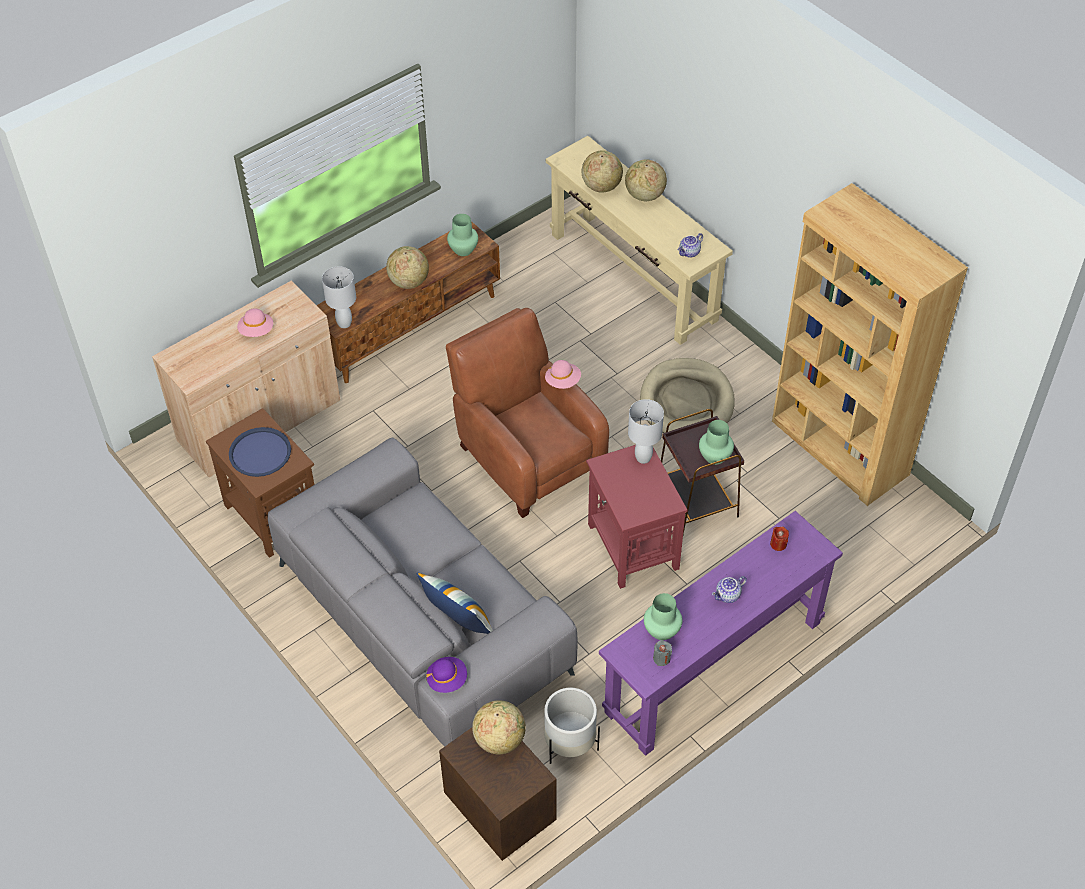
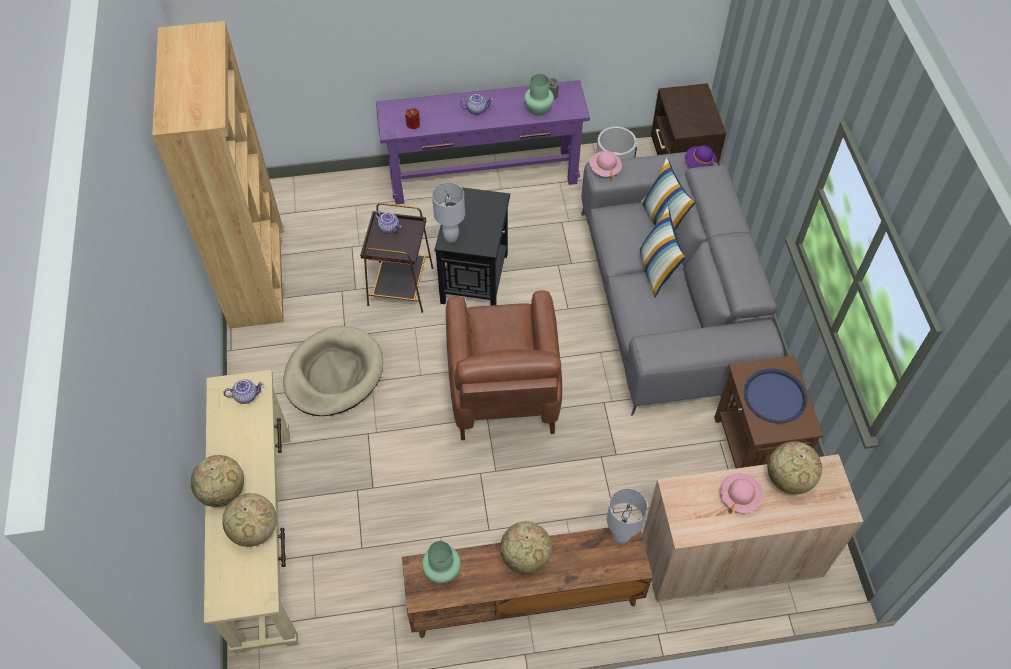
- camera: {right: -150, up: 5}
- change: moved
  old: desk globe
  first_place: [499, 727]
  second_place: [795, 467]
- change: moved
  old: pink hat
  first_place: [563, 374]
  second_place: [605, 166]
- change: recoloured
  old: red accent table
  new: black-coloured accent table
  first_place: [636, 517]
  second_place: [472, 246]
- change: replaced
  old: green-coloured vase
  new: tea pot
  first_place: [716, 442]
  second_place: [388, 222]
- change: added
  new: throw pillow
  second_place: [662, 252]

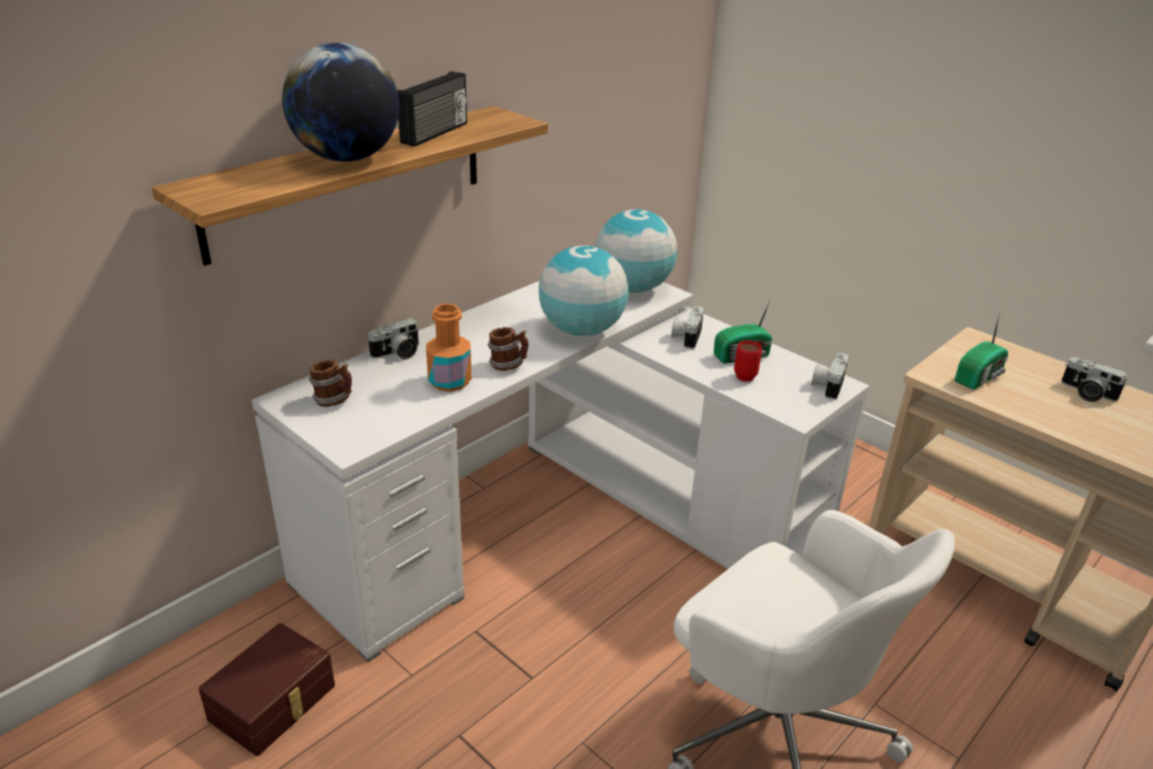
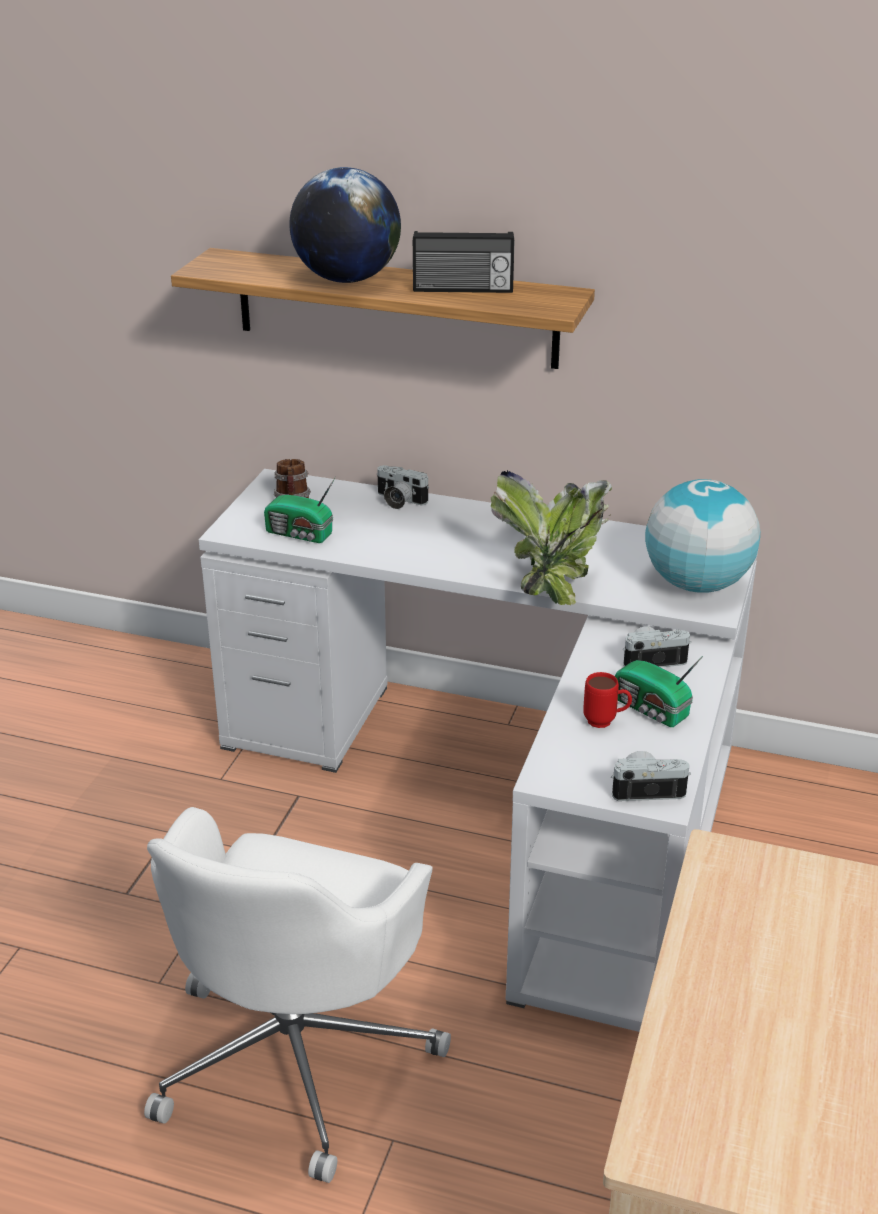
- camera: {right: 65, up: 0}
- change: removed
  old: brown-coloured storage bin
  first_place: [267, 689]
- change: removed
  old: orangey drink bottle
  first_place: [449, 347]
- change: removed
  old: coffee mug
  first_place: [508, 349]
- change: replaced
  old: desk globe
  new: potted plant
  first_place: [584, 290]
  second_place: [551, 537]
- change: moved
  old: radio set
  first_place: [981, 351]
  second_place: [299, 510]
- change: removed
  old: photo camera
  first_place: [1094, 379]

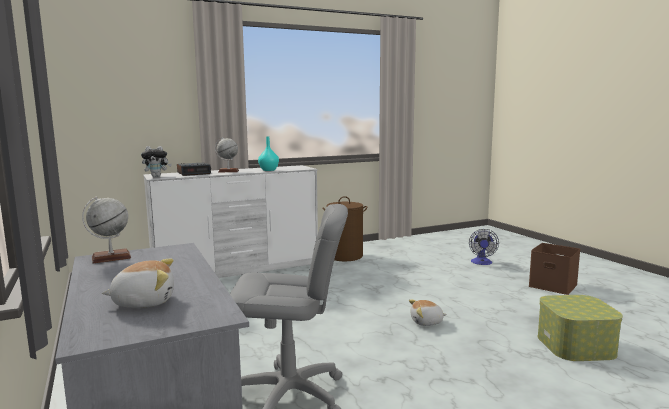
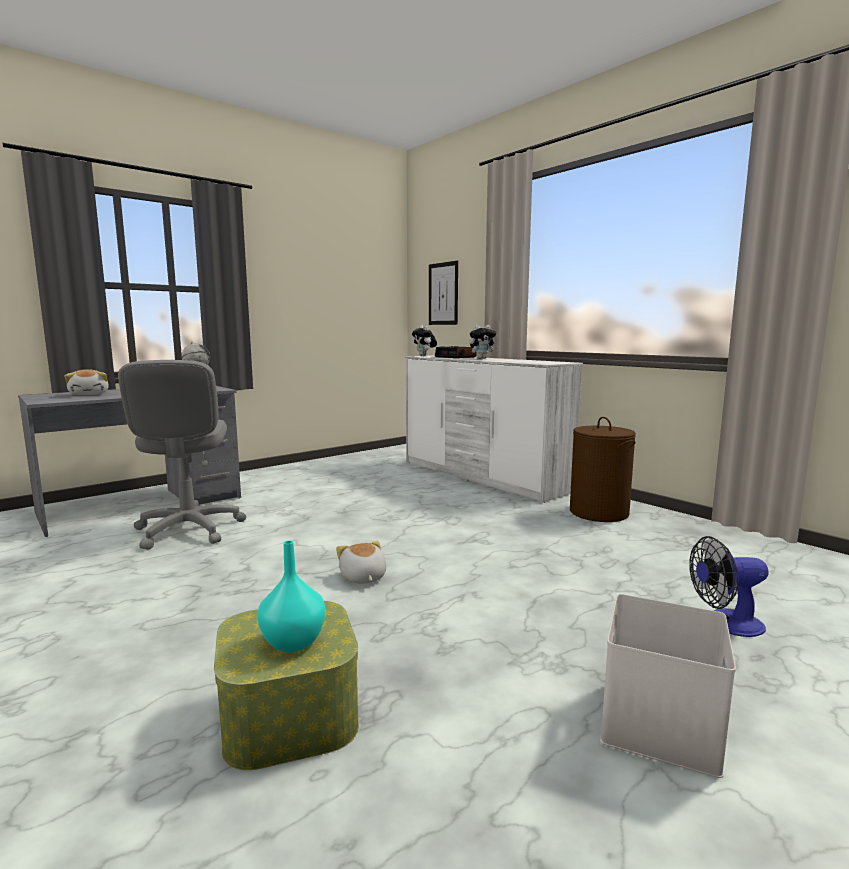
- camera: {right: 75, up: 0}
- change: replaced
  old: desk globe
  new: soft toy
  first_place: [227, 155]
  second_place: [483, 342]
- change: moved
  old: turquoise vase
  first_place: [268, 153]
  second_place: [292, 597]
- change: recoloured
  old: brown-coloured storage bin
  new: white storage bin
  first_place: [554, 269]
  second_place: [668, 686]
- change: added
  new: wall art
  second_place: [443, 293]

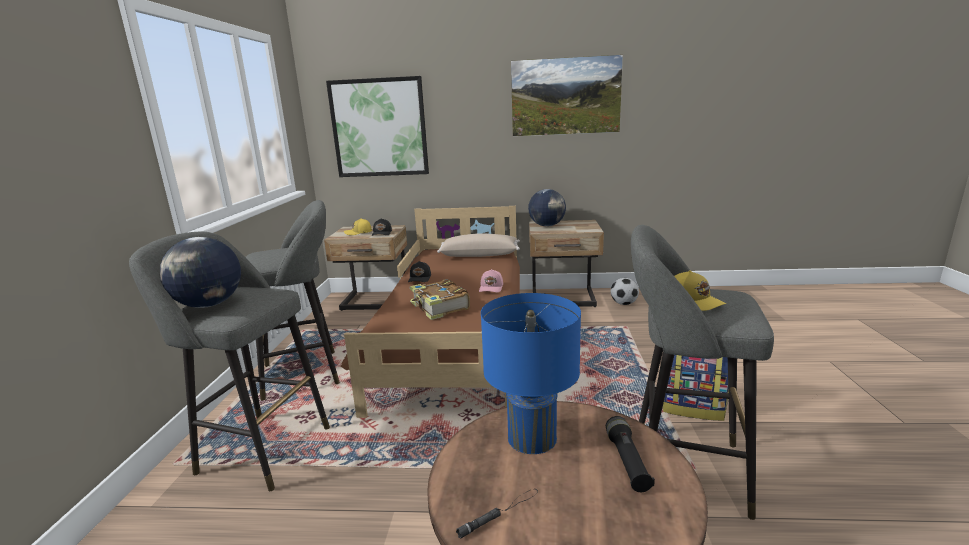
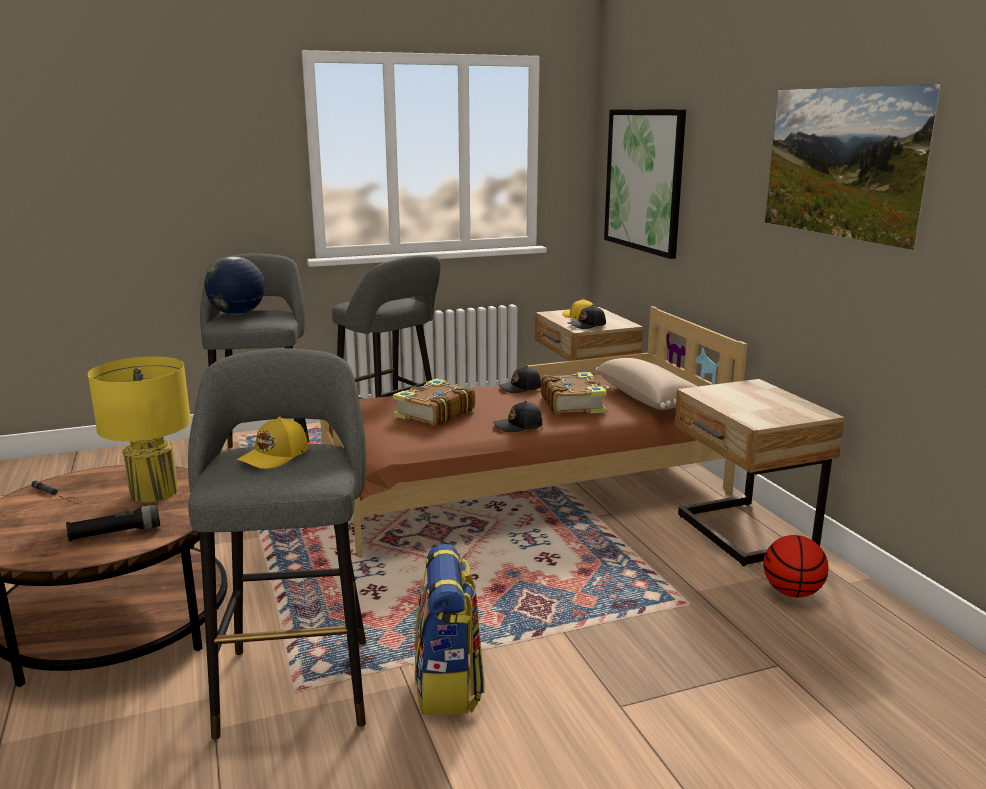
- camera: {right: 65, up: 0}
- change: recoloured
  old: pink peaked cap
  new: black-coloured peaked cap
  first_place: [491, 280]
  second_place: [518, 416]
- change: recoloured
  old: bluish lamp for a table
  new: yellow-coloured lamp for a table
  first_place: [531, 373]
  second_place: [139, 429]
- change: removed
  old: desk globe
  first_place: [547, 208]
- change: replaced
  old: football ball
  new: basketball ball
  first_place: [625, 291]
  second_place: [796, 566]
- change: added
  new: volume
  second_place: [575, 393]

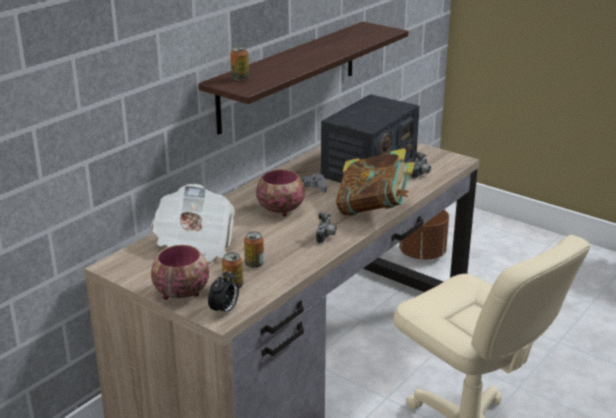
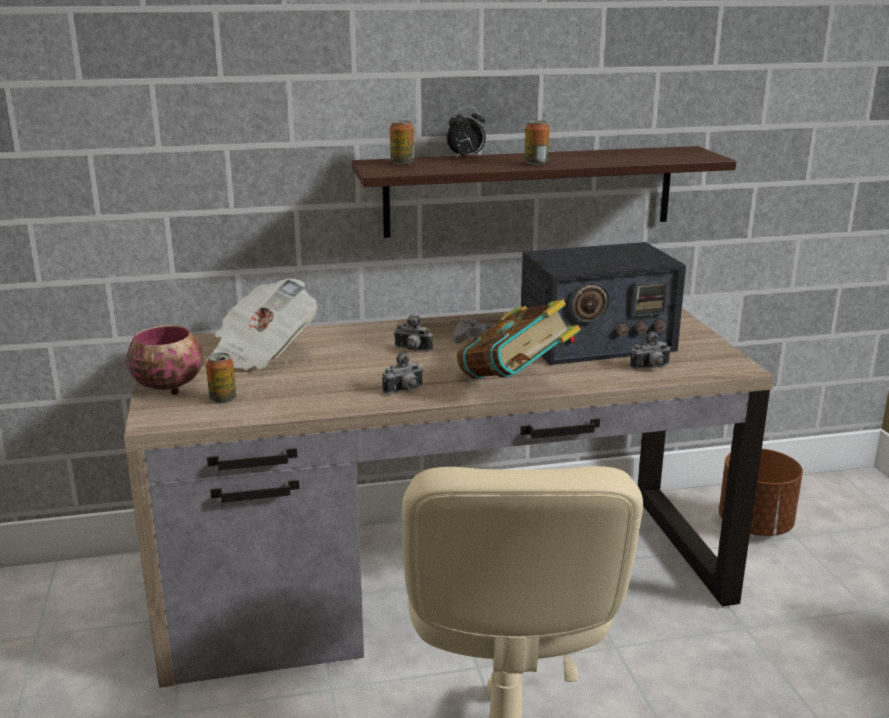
- camera: {right: 40, up: -5}
- change: moved
  old: alarm clock
  first_place: [223, 292]
  second_place: [466, 132]
- change: moved
  old: sealed can
  first_place: [254, 249]
  second_place: [537, 142]
- change: replaced
  old: deep dish
  new: photo camera
  first_place: [280, 193]
  second_place: [413, 333]

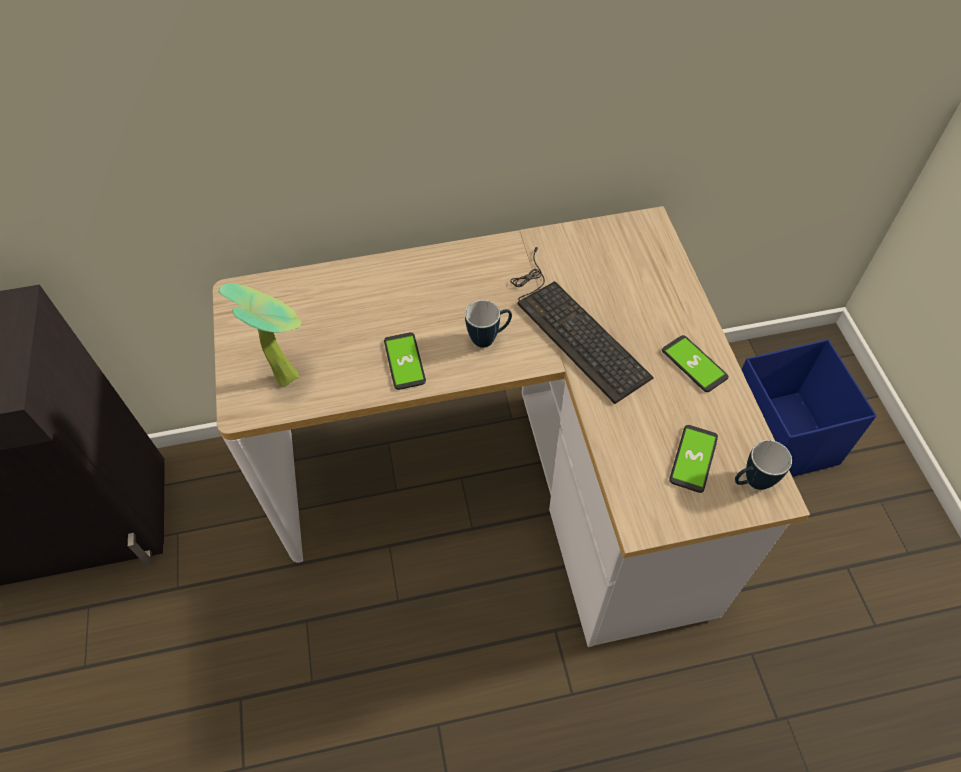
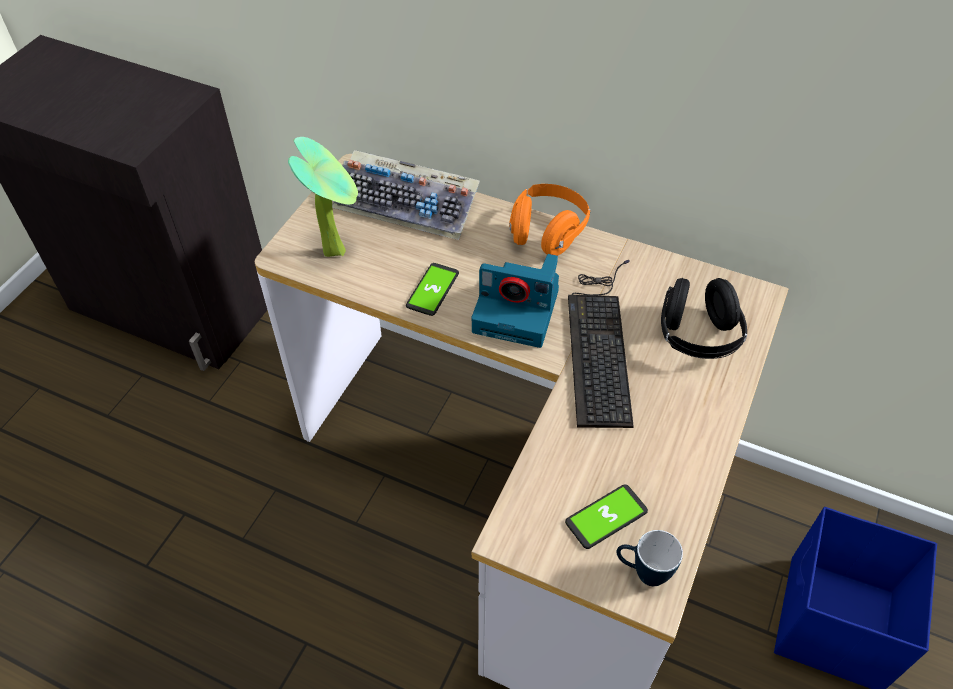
- camera: {right: 35, up: -5}
- change: replaced
  old: coffee mug
  new: photo camera
  first_place: [488, 324]
  second_place: [515, 301]
- change: removed
  old: phone
  first_place: [695, 363]
- change: added
  new: computer keyboard
  second_place: [406, 195]
- change: added
  new: orangey headphones
  second_place: [549, 220]
- change: added
  new: black-coloured headphones
  second_place: [704, 318]

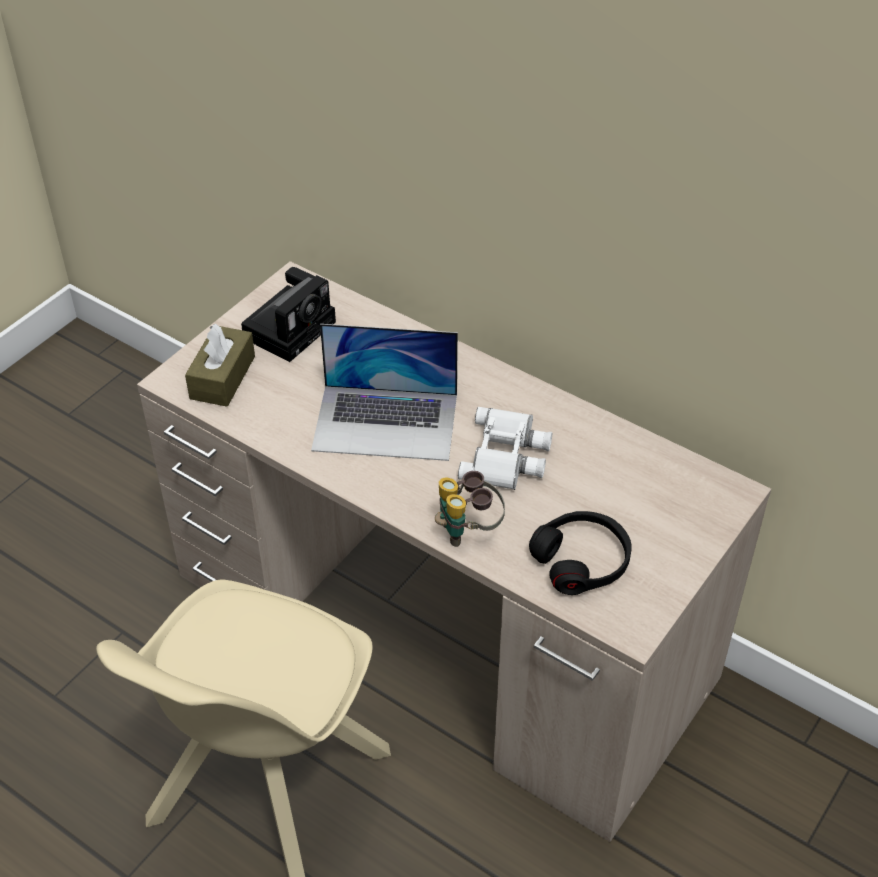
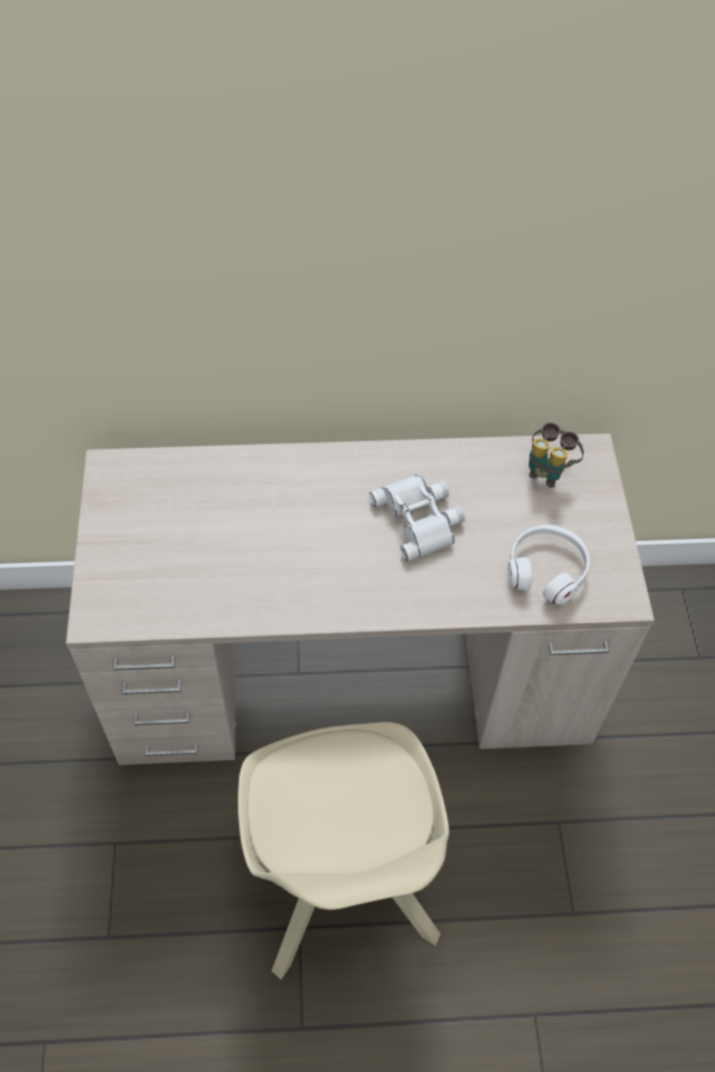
- camera: {right: -40, up: 10}
- change: removed
  old: brown-coloured box of tissues
  first_place: [220, 365]
- change: removed
  old: photo camera
  first_place: [288, 314]
- change: removed
  old: notebook computer
  first_place: [384, 392]
- change: moved
  old: pair of binoculars
  first_place: [470, 509]
  second_place: [556, 455]
- change: recoloured
  old: black-coloured headphones
  new: white headphones
  first_place: [580, 553]
  second_place: [549, 564]

